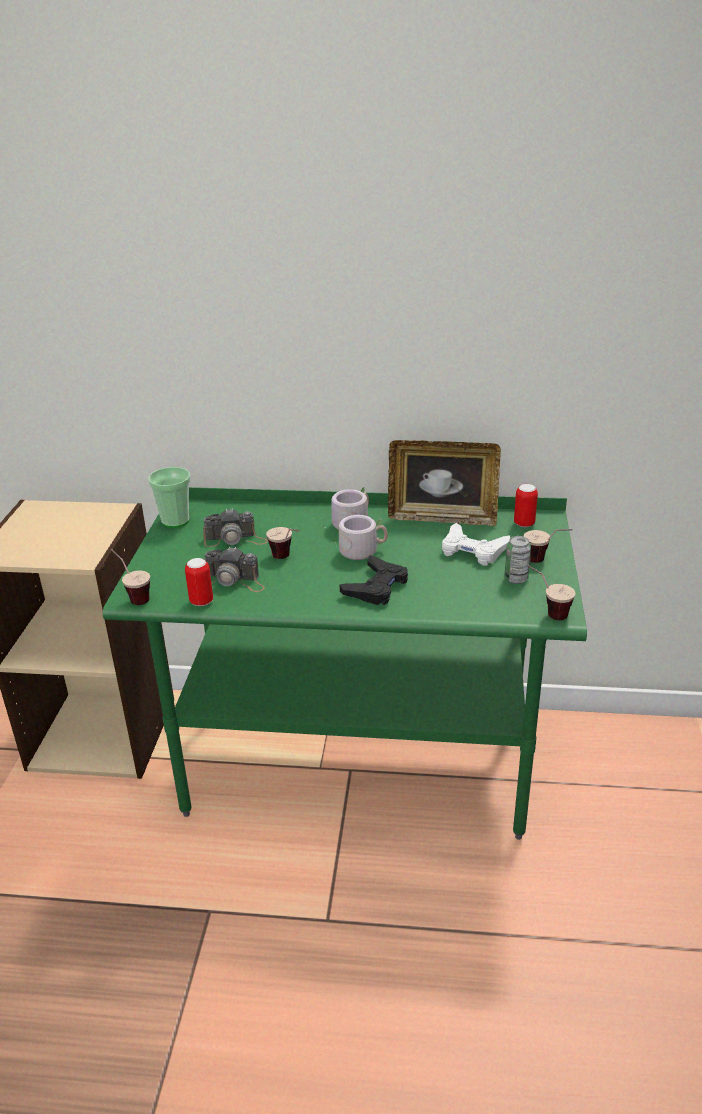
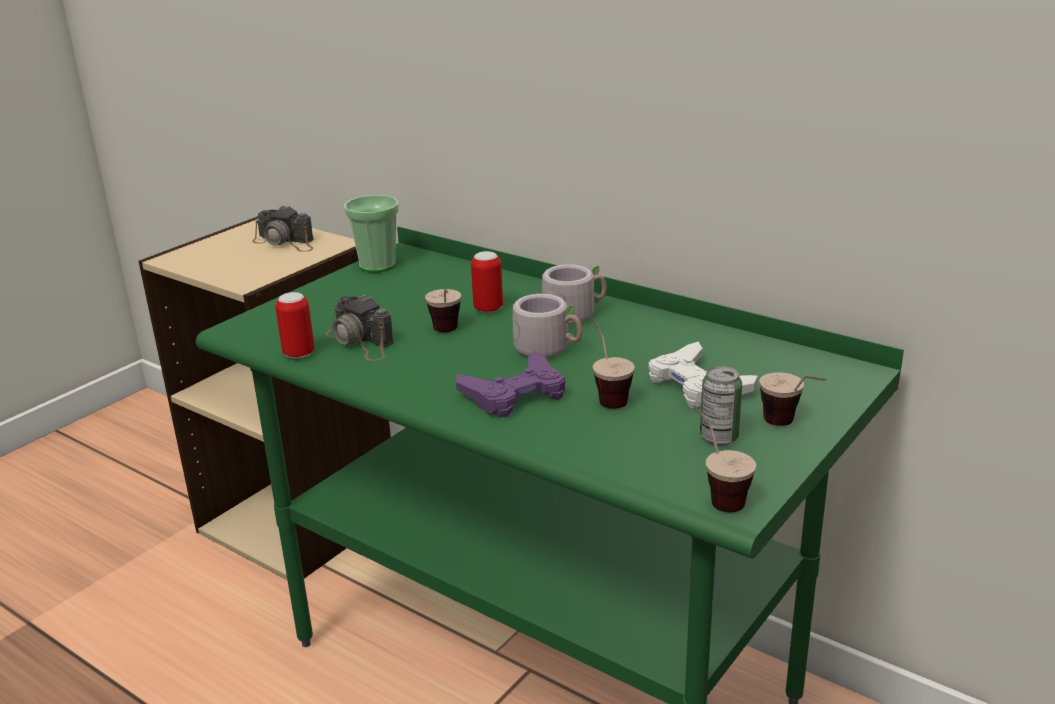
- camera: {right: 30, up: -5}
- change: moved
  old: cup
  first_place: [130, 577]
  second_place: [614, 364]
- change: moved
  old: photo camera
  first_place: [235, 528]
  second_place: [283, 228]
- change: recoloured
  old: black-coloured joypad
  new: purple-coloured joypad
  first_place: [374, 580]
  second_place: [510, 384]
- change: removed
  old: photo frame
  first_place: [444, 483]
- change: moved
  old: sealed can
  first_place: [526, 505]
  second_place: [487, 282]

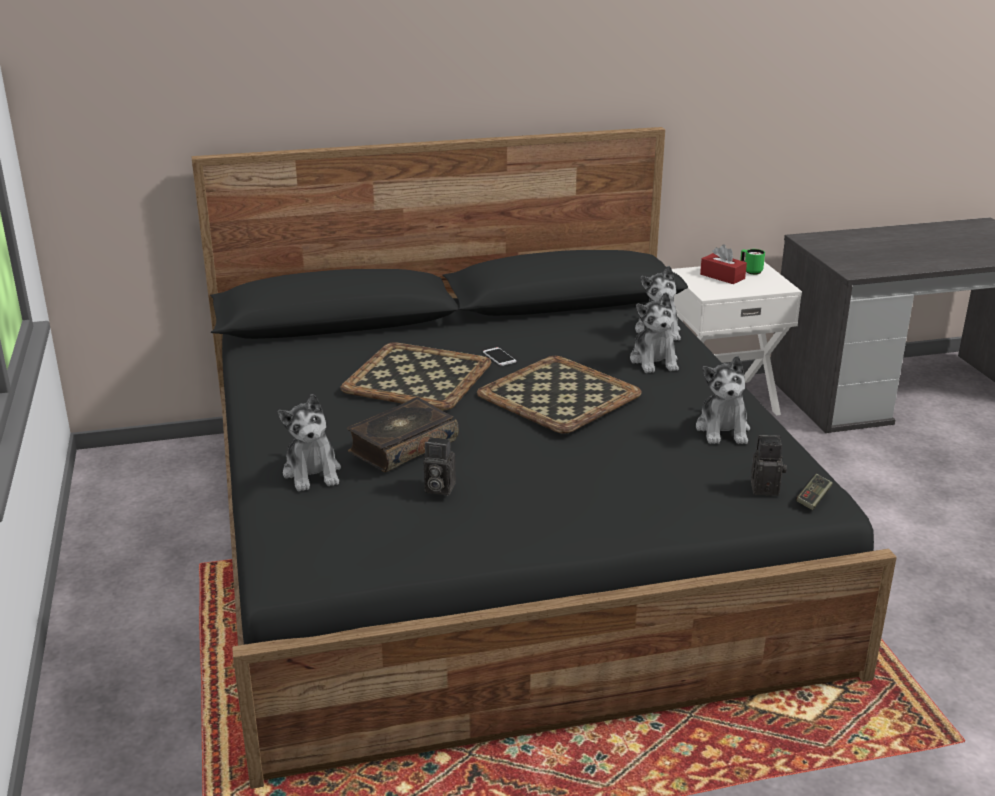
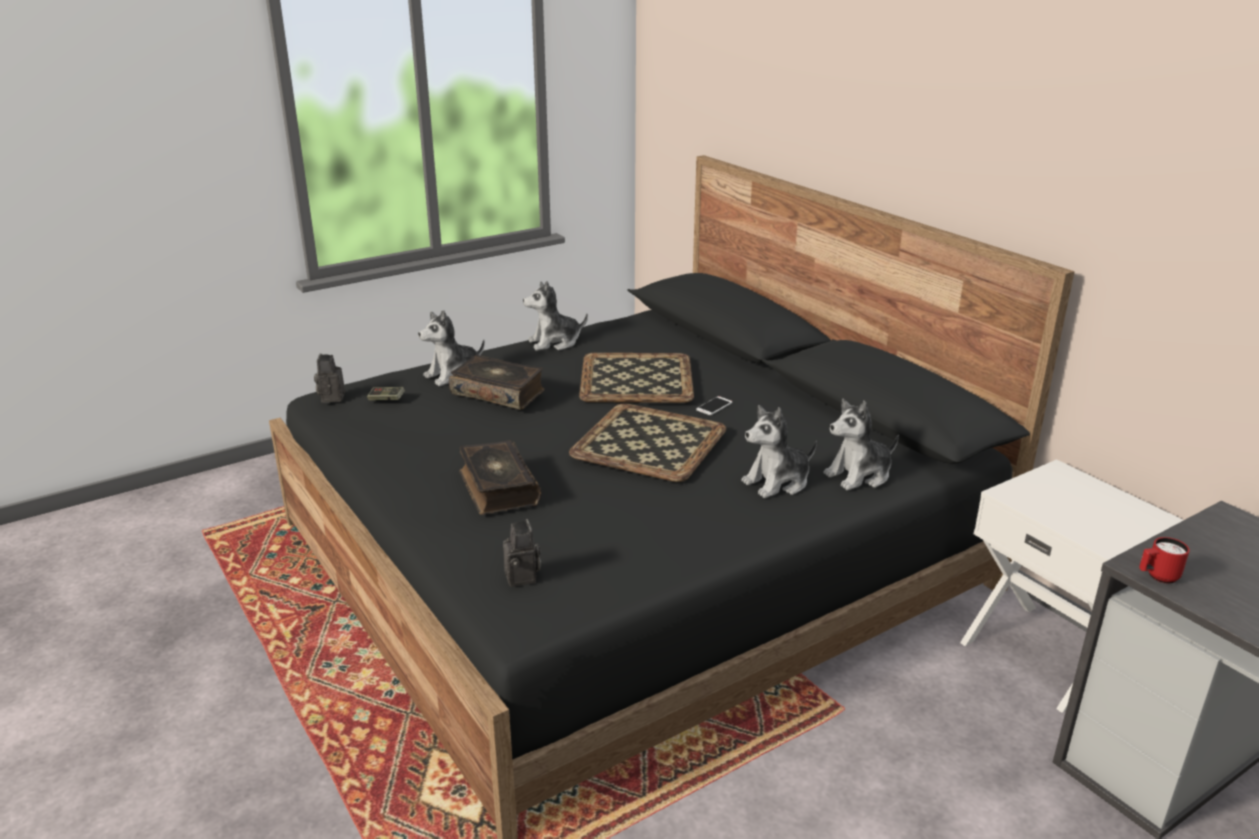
- camera: {right: 70, up: 0}
- change: moved
  old: photo camera
  first_place: [440, 466]
  second_place: [329, 378]
- change: moved
  old: soft toy
  first_place: [723, 400]
  second_place: [555, 316]
- change: removed
  old: red box of tissues
  first_place: [723, 264]
- change: removed
  old: green-coloured coffee mug
  first_place: [752, 262]
- change: moved
  old: joypad
  first_place: [814, 492]
  second_place: [386, 393]
- change: added
  new: volume
  second_place: [500, 478]
- change: added
  new: red coffee mug
  second_place: [1164, 560]

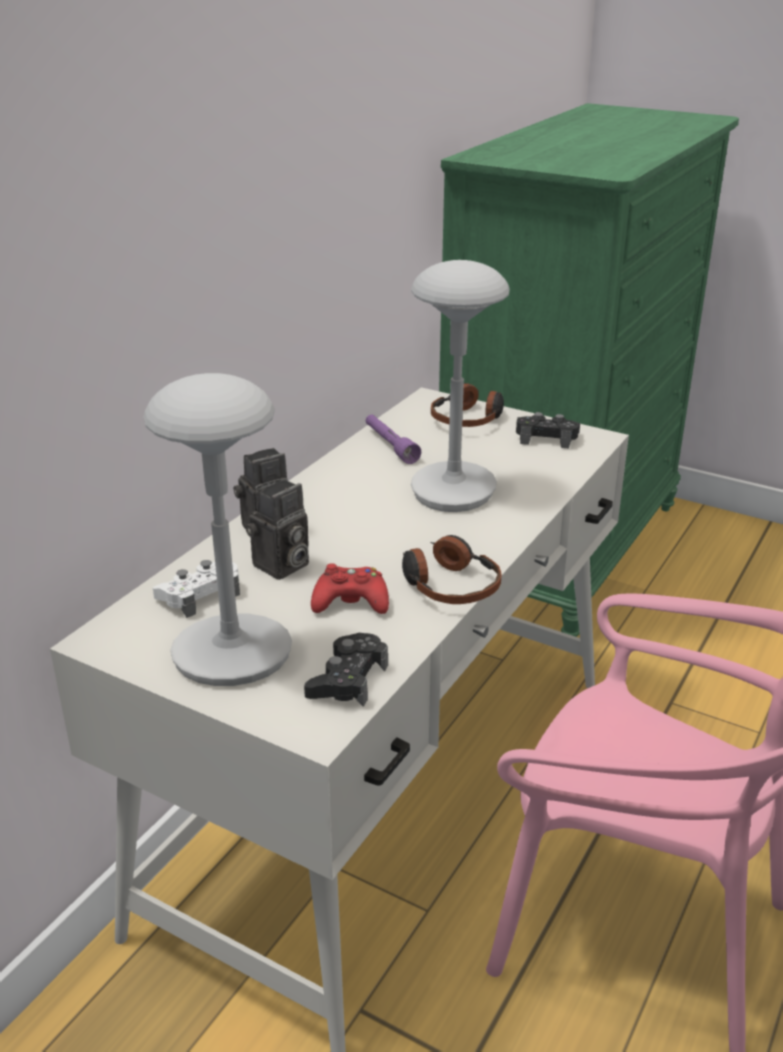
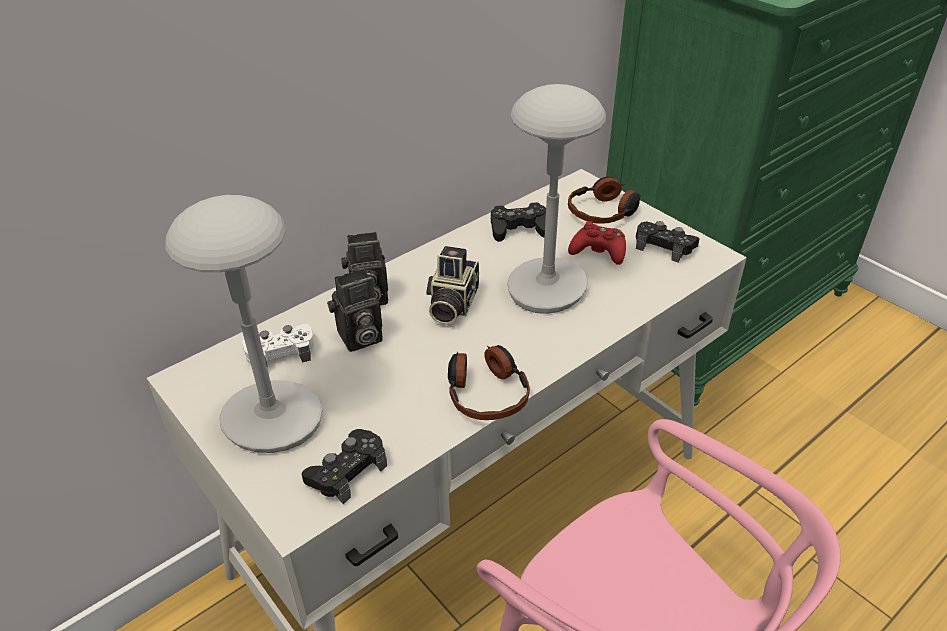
- camera: {right: 20, up: 10}
- change: moved
  old: red joypad
  first_place: [350, 588]
  second_place: [597, 243]
- change: replaced
  old: purple-coloured hand torch
  new: black-coloured joypad
  first_place: [393, 439]
  second_place: [518, 222]
- change: added
  new: photo camera
  second_place: [452, 285]

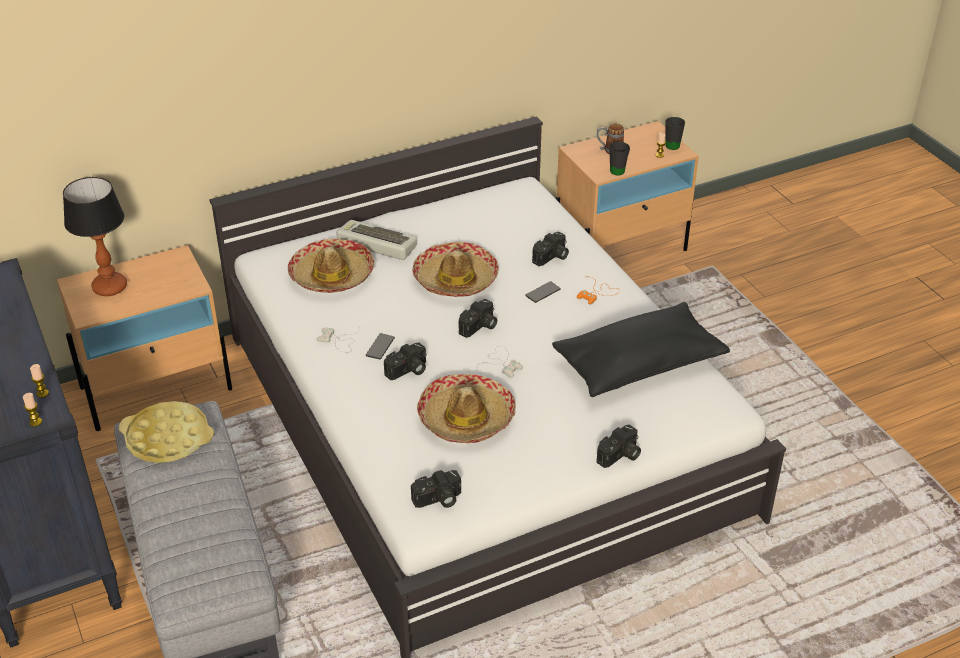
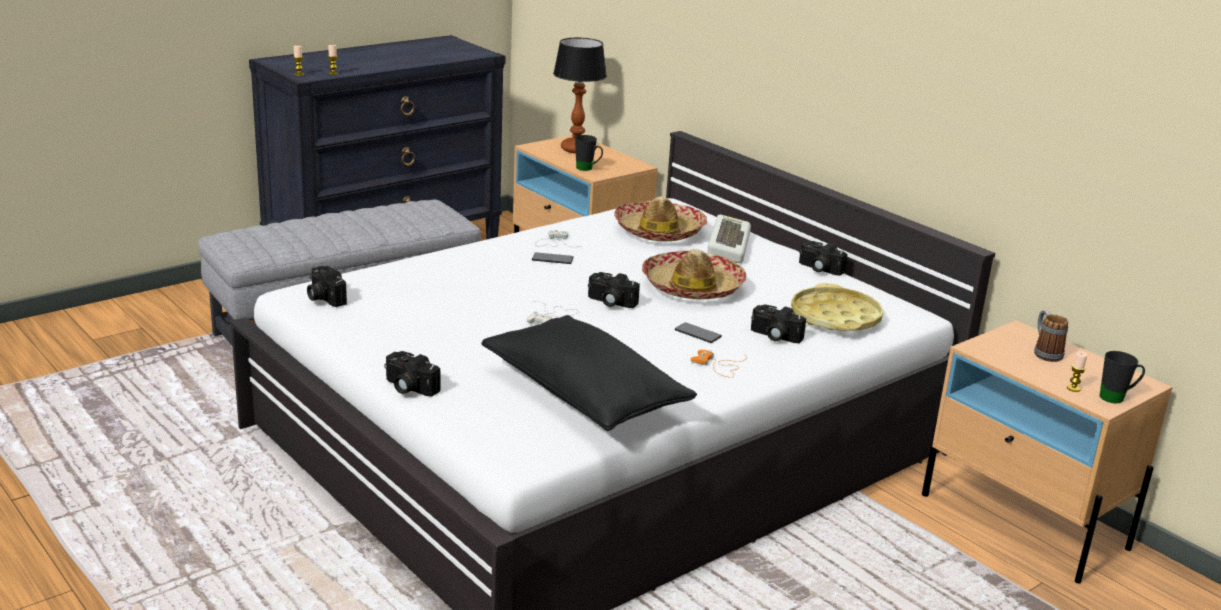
- camera: {right: 75, up: -15}
- change: moved
  old: yellow-coloured carrying tray
  first_place: [166, 432]
  second_place: [837, 307]
- change: moved
  old: photo camera
  first_place: [405, 361]
  second_place: [823, 258]
- change: removed
  old: hat
  first_place: [466, 408]
- change: moved
  old: black-coloured coffee mug
  first_place: [619, 159]
  second_place: [589, 153]

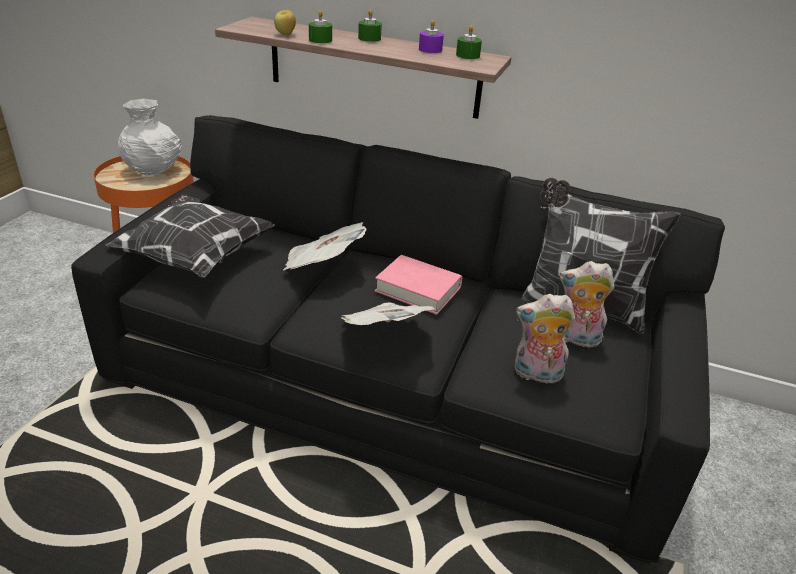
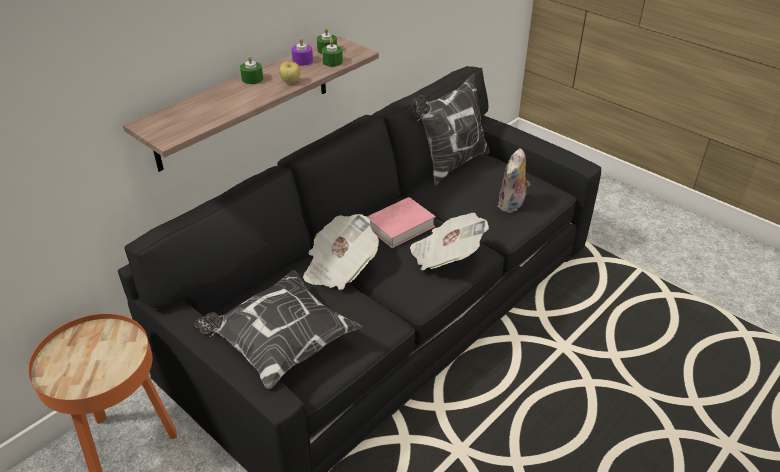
- camera: {right: -65, up: 5}
- change: removed
  old: white vase
  first_place: [150, 137]
- change: moved
  old: apple fruit
  first_place: [285, 23]
  second_place: [289, 72]
- change: moved
  old: green-coloured wax light
  first_place: [320, 26]
  second_place: [332, 53]
- change: removed
  old: soft toy
  first_place: [587, 304]

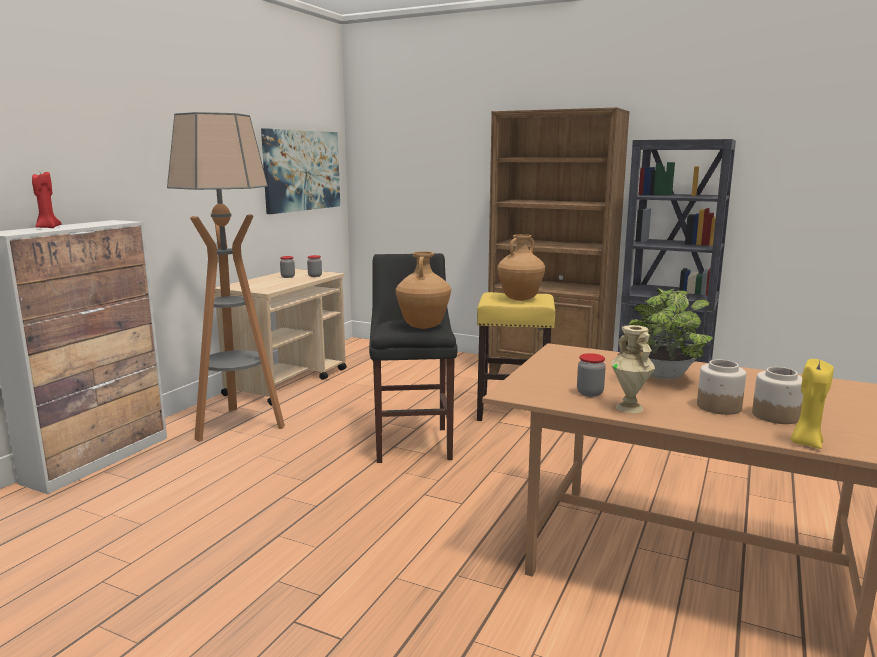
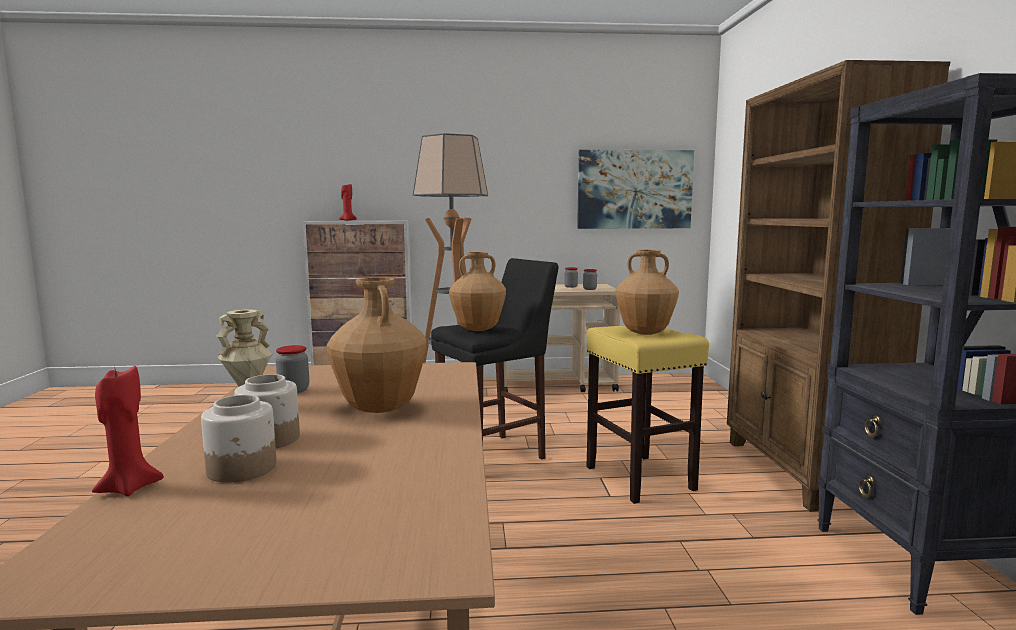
- camera: {right: 60, up: -5}
- change: replaced
  old: potted plant
  new: brown-coloured vase
  first_place: [670, 334]
  second_place: [376, 345]
- change: recoloured
  old: yellow-coloured wax light
  new: red wax light
  first_place: [812, 404]
  second_place: [128, 431]

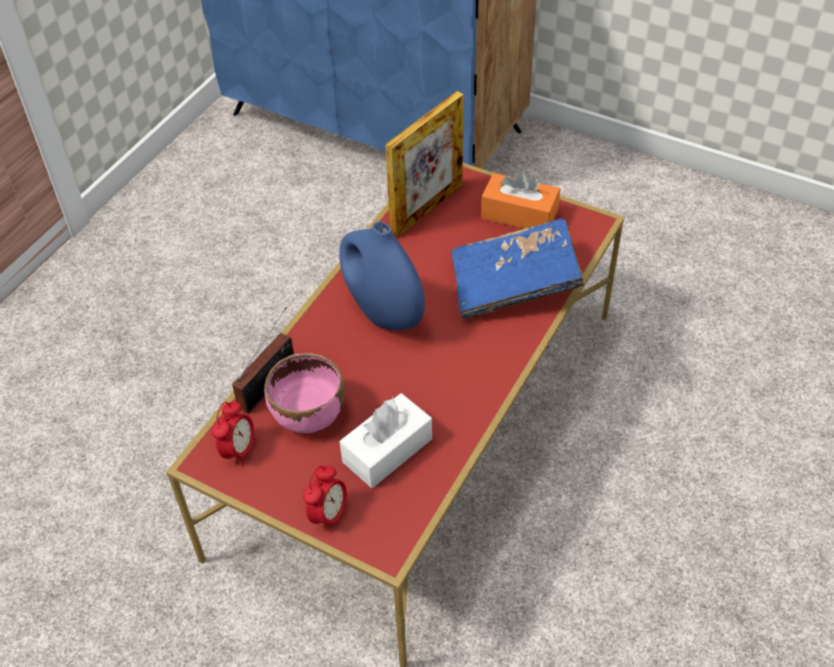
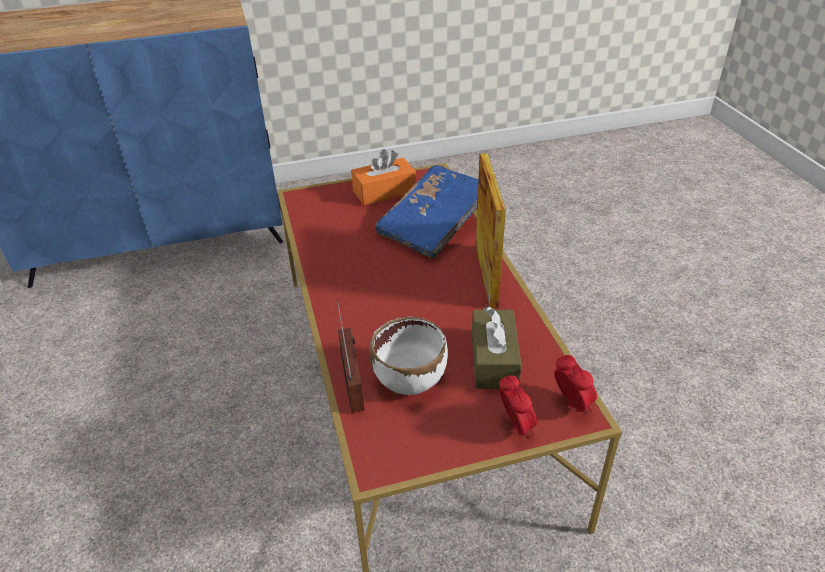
- camera: {right: -45, up: -10}
- change: moved
  old: alarm clock
  first_place: [233, 434]
  second_place: [575, 383]
- change: recoloured
  old: pink deep dish
  new: white deep dish
  first_place: [304, 393]
  second_place: [408, 356]
- change: removed
  old: bluish vase
  first_place: [382, 276]
- change: recoloured
  old: white box of tissues
  new: brown-coloured box of tissues
  first_place: [386, 440]
  second_place: [497, 347]
- change: moved
  old: photo frame
  first_place: [424, 165]
  second_place: [491, 231]

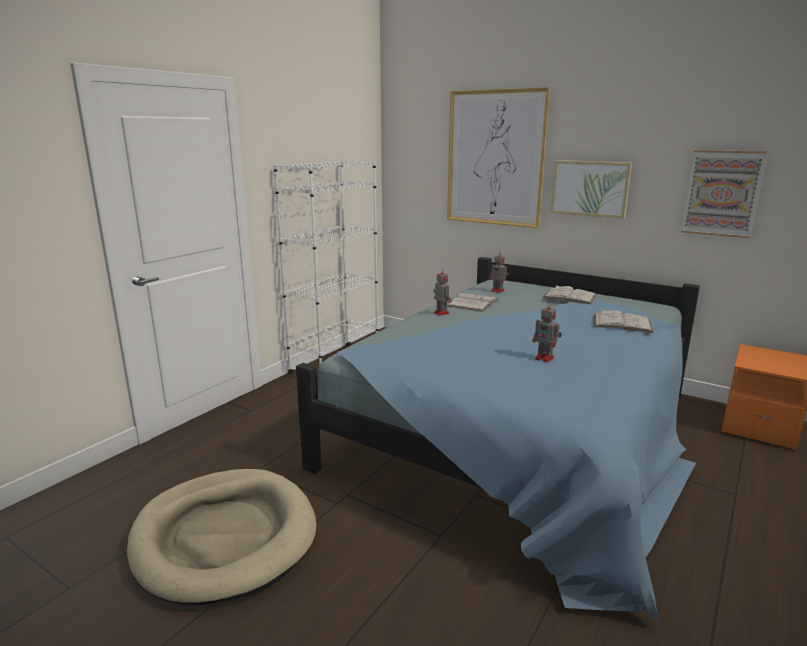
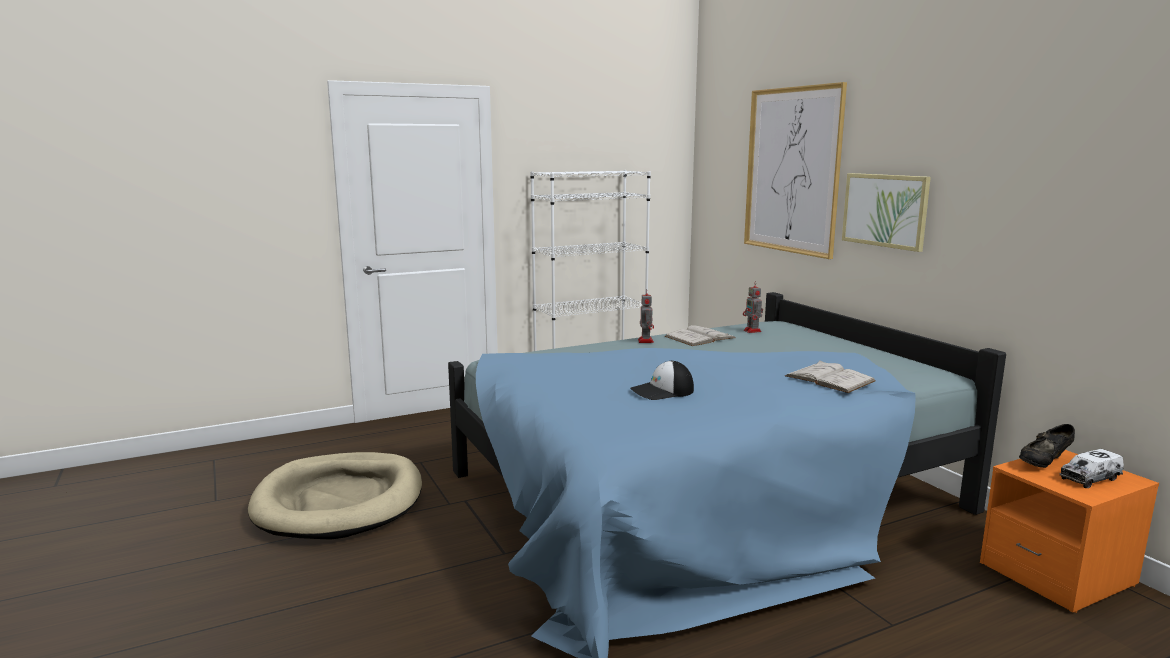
- camera: {right: 30, up: -5}
- change: replaced
  old: robot figure
  new: peaked cap
  first_place: [547, 332]
  second_place: [662, 380]
- change: removed
  old: white volume
  first_place: [569, 294]
- change: removed
  old: wall art
  first_place: [724, 194]
- change: added
  new: black-coloured shoe
  second_place: [1047, 446]
- change: added
  new: model truck
  second_place: [1092, 468]

